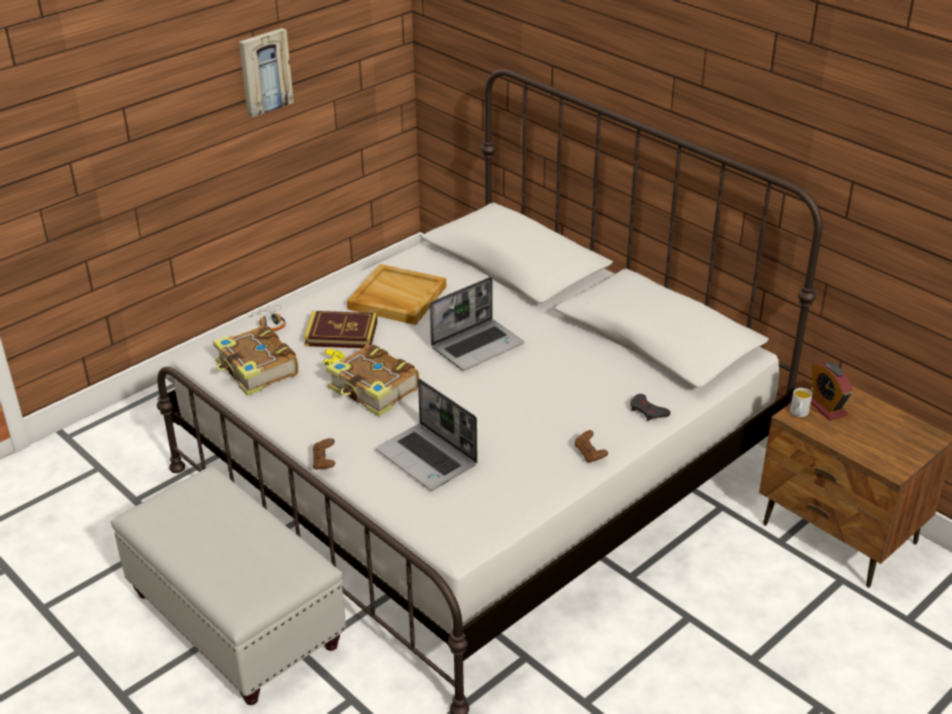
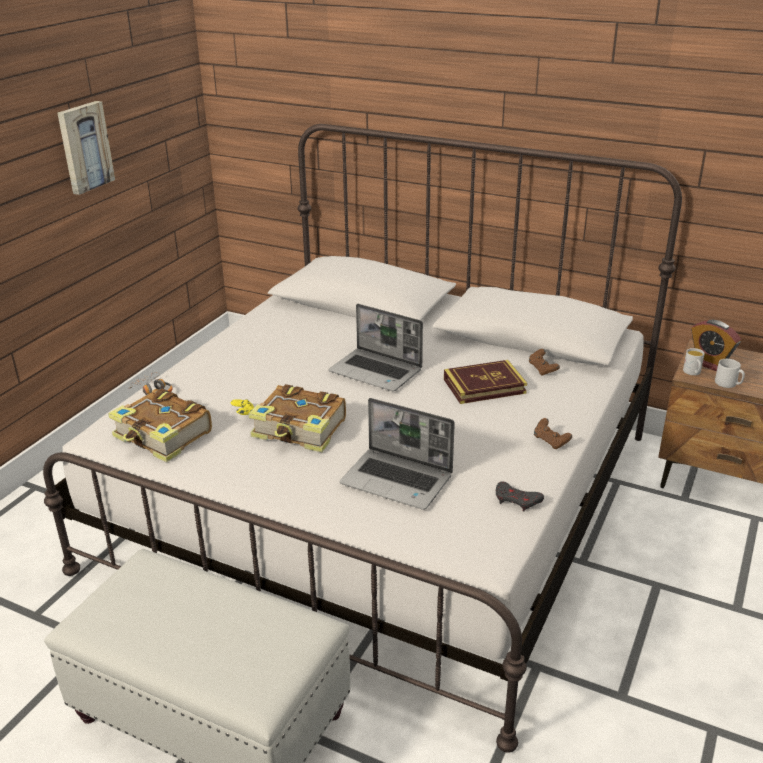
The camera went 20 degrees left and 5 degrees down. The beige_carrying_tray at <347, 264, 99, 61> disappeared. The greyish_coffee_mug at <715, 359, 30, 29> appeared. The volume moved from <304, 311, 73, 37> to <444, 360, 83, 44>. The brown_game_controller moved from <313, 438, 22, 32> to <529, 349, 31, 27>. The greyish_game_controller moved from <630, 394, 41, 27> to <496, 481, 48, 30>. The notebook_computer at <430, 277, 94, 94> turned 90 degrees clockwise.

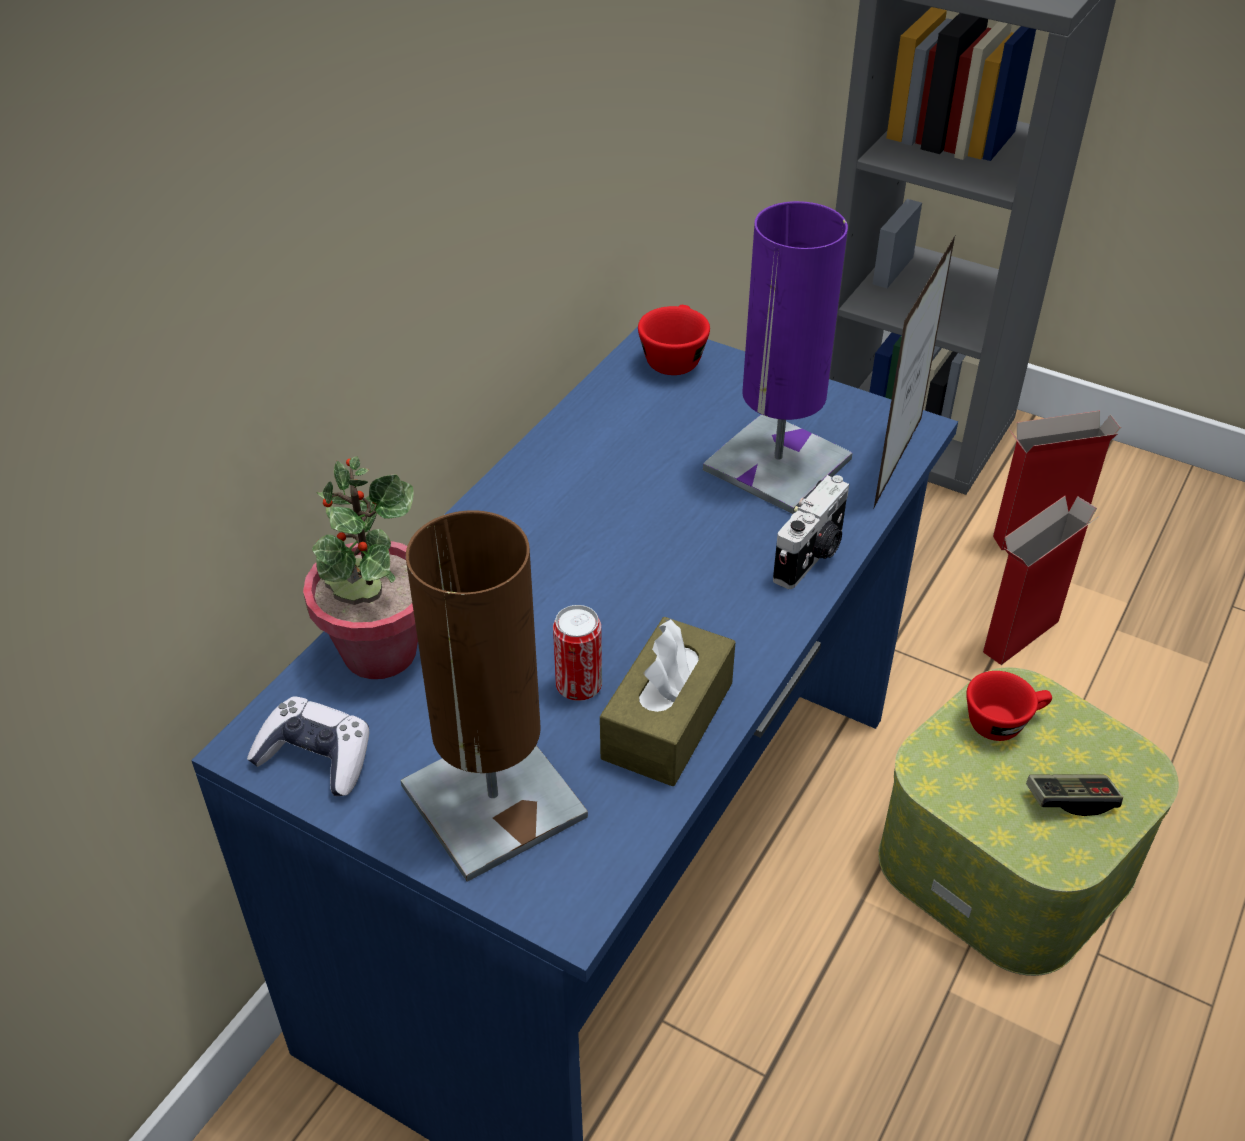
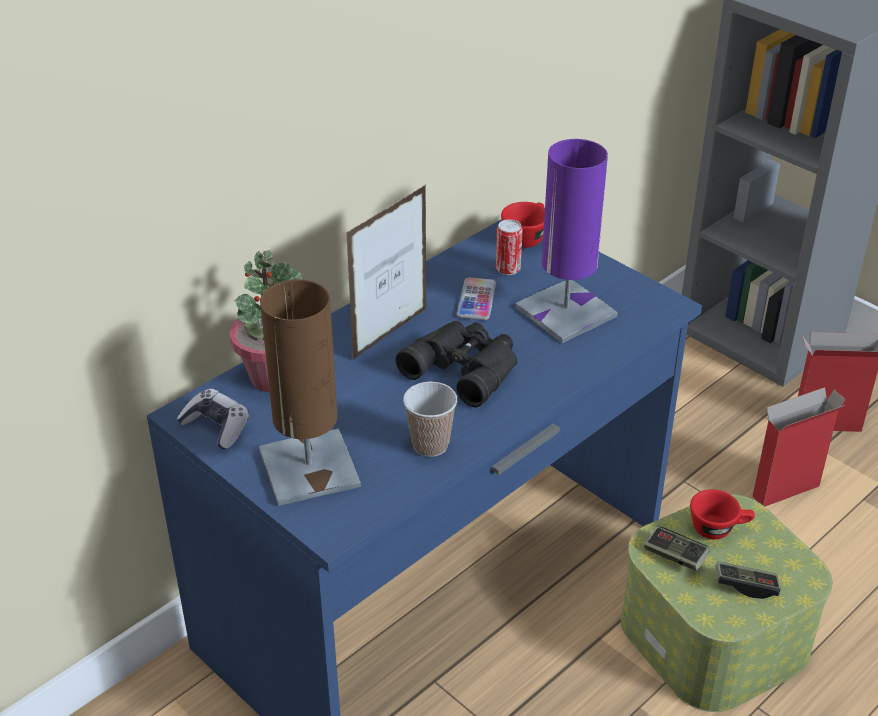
The camera went 15 degrees right and 5 degrees down. The photo_camera at <773, 475, 76, 114> disappeared. The black_binoculars at <396, 321, 121, 86> appeared. The handset at <457, 277, 39, 43> appeared. The game_controller at <644, 526, 66, 45> appeared. The sealed_can moved from <553, 605, 49, 96> to <496, 219, 27, 56>. The picture_frame moved from <874, 234, 82, 273> to <346, 185, 81, 175>. The brown_box_of_tissues at <600, 617, 135, 169> was replaced by the drinking_cup at <403, 382, 54, 75>.

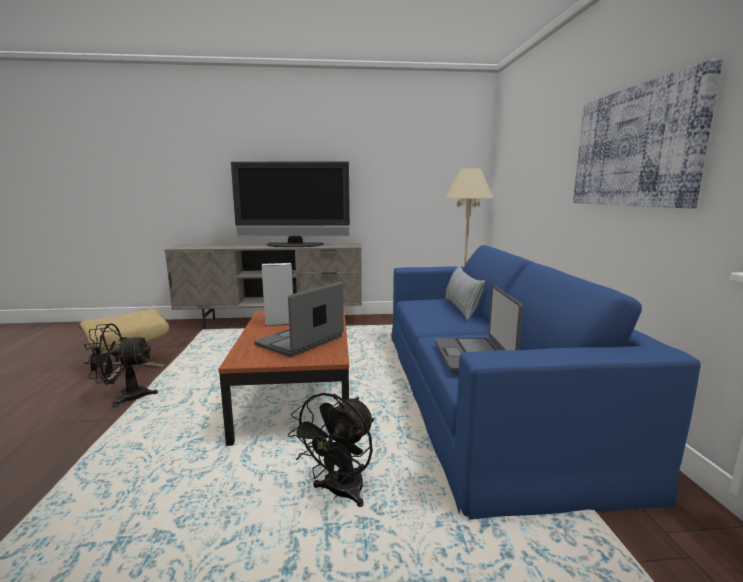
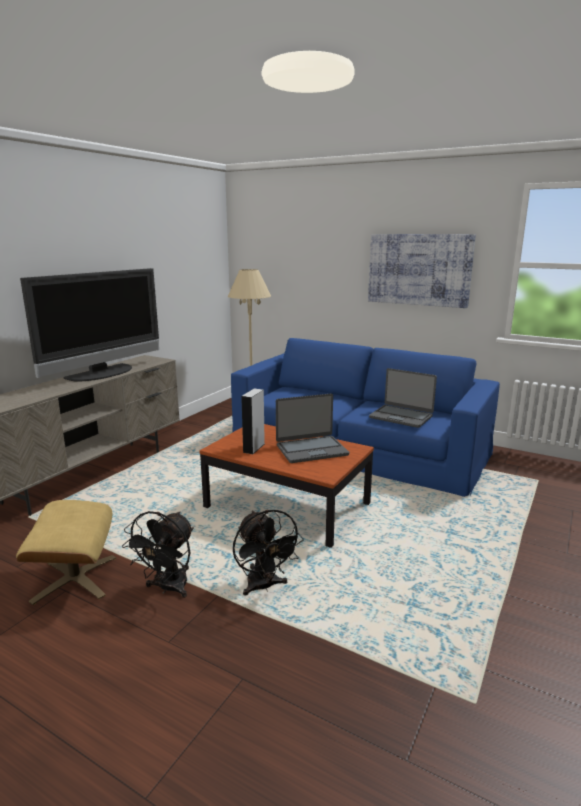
The camera went 55 degrees left and 5 degrees up. The cushion at <445, 265, 40, 56> disappeared. The black_fan moved from <288, 393, 87, 114> to <233, 510, 71, 86>. The notebook_computer at <254, 282, 90, 75> turned 90 degrees counterclockwise.

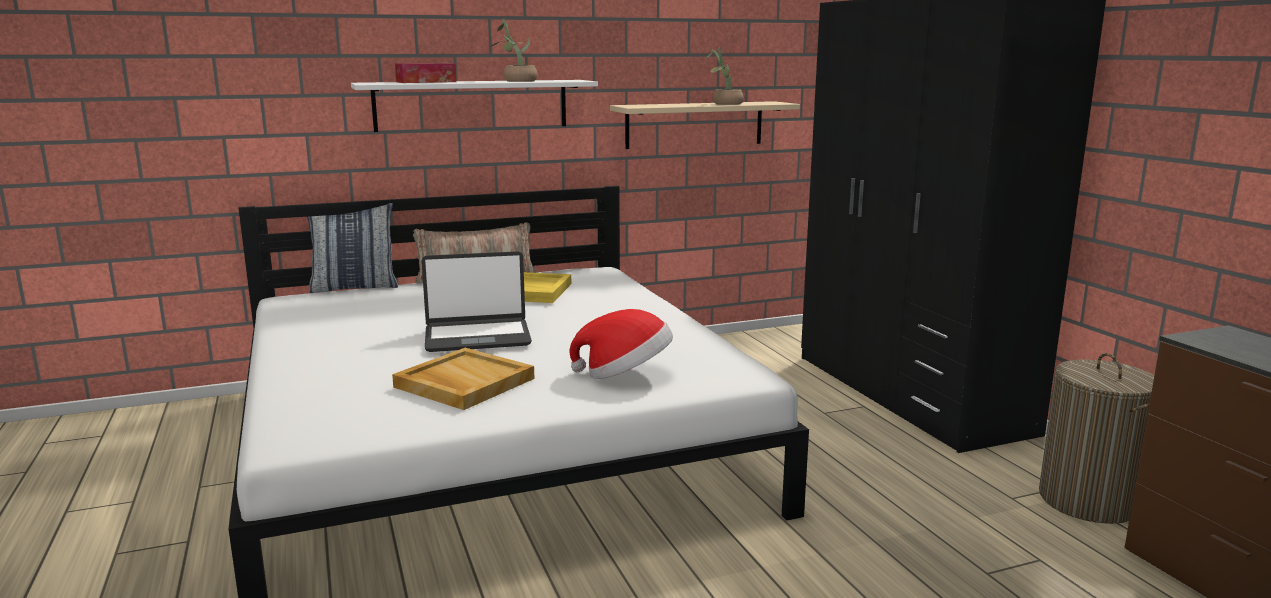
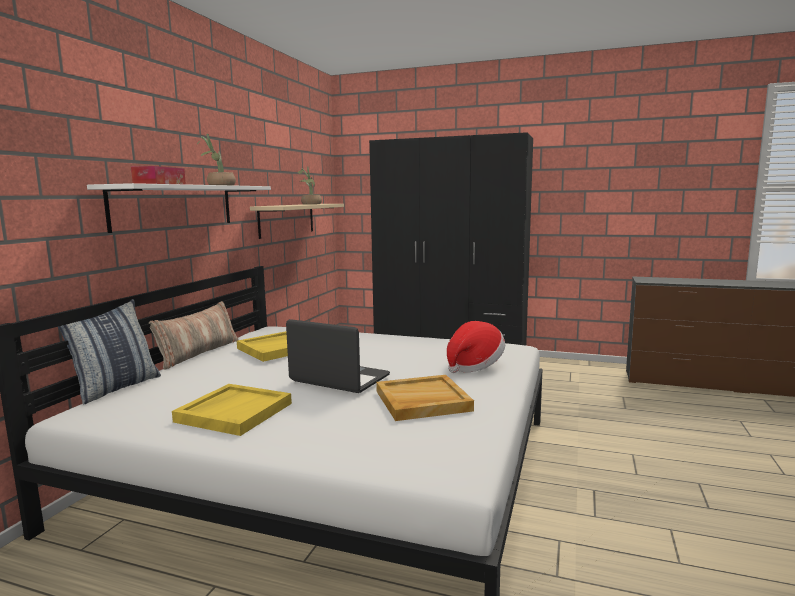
The camera went 50 degrees left and 5 degrees down. The hamper at <1039, 353, 115, 171> disappeared. The yellow-coloured_carrying_tray at <172, 384, 120, 52> appeared. The notebook_computer at <421, 251, 111, 101> turned 90 degrees counterclockwise.

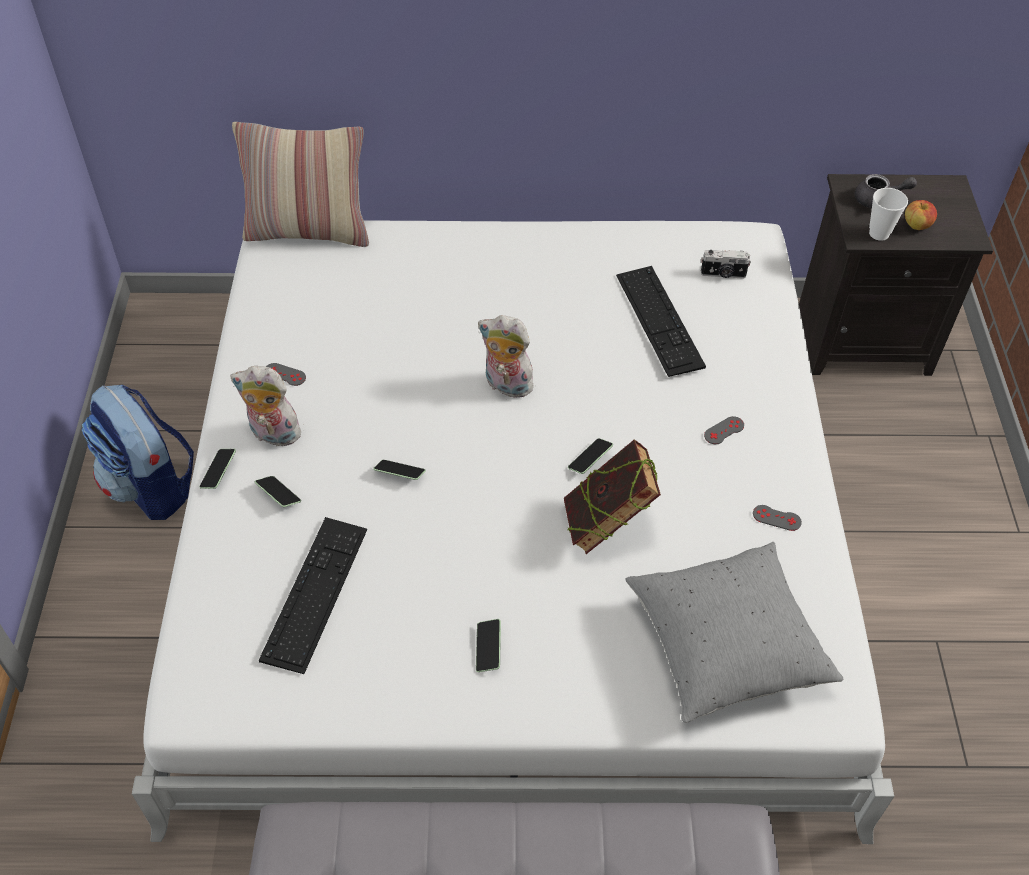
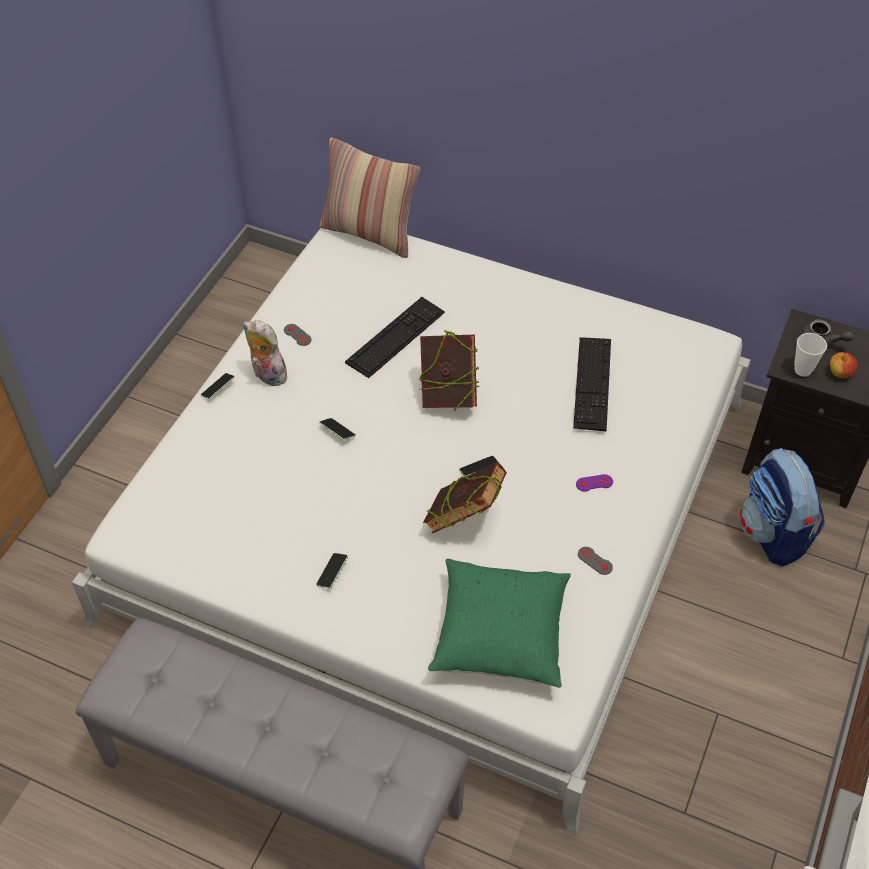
The camera went 25 degrees right and 0 degrees up. The handset at <255, 476, 46, 31> disappeared. The photo_camera at <701, 250, 50, 29> disappeared. The knapsack moved from <82, 385, 112, 135> to <740, 448, 85, 118>. The PC_keyboard moved from <259, 517, 108, 157> to <345, 297, 100, 81>. The plush_toy at <478, 315, 56, 83> was replaced by the volume at <419, 330, 60, 81>. The greyish_cushion at <626, 542, 218, 181> became the green-coloured_cushion at <428, 559, 143, 129>. The greyish_game_controller at <704, 416, 40, 28> became the purple_game_controller at <576, 474, 37, 18>.

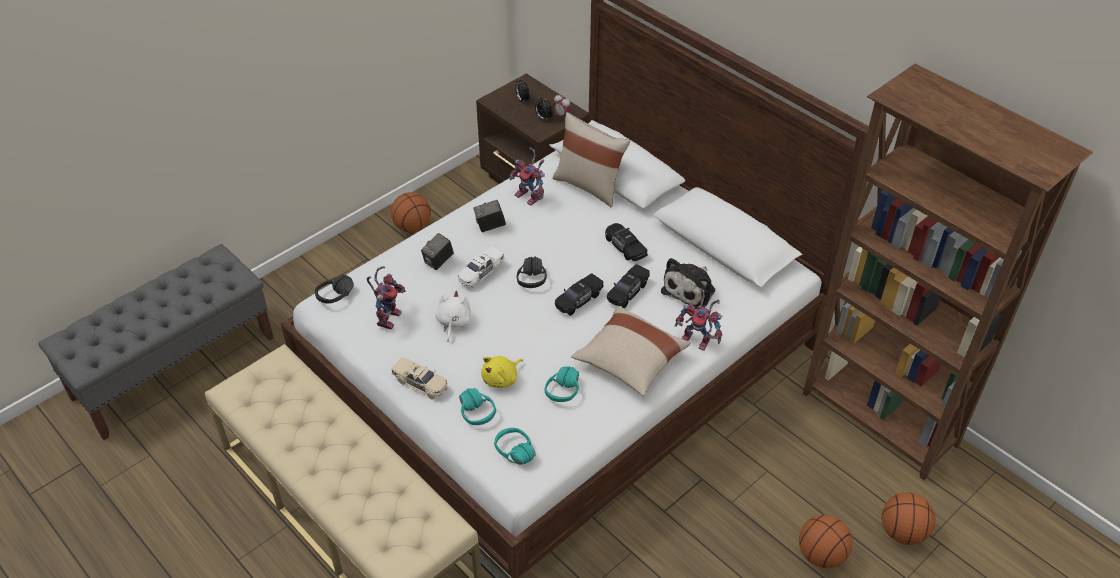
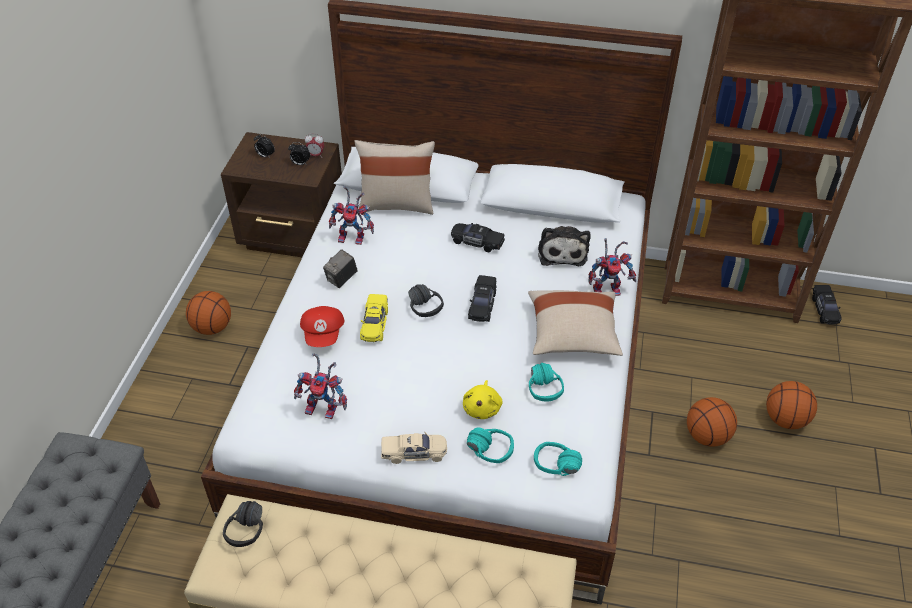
The camera went 35 degrees left and 0 degrees up. The white_plush_toy at <435, 290, 36, 52> disappeared. The black_headphones moved from <315, 275, 39, 29> to <223, 501, 40, 46>. The black_toy_car moved from <607, 264, 43, 44> to <812, 285, 30, 39>. The basketball_ball moved from <881, 492, 54, 53> to <687, 397, 50, 50>. The photo_camera at <421, 233, 33, 37> was replaced by the reddish_baseball_cap at <300, 306, 44, 41>. The white_toy_car at <458, 246, 47, 42> became the yellow-coloured_toy_car at <360, 294, 28, 48>. The robot_figure at <366, 266, 40, 64> turned 120 degrees clockwise.

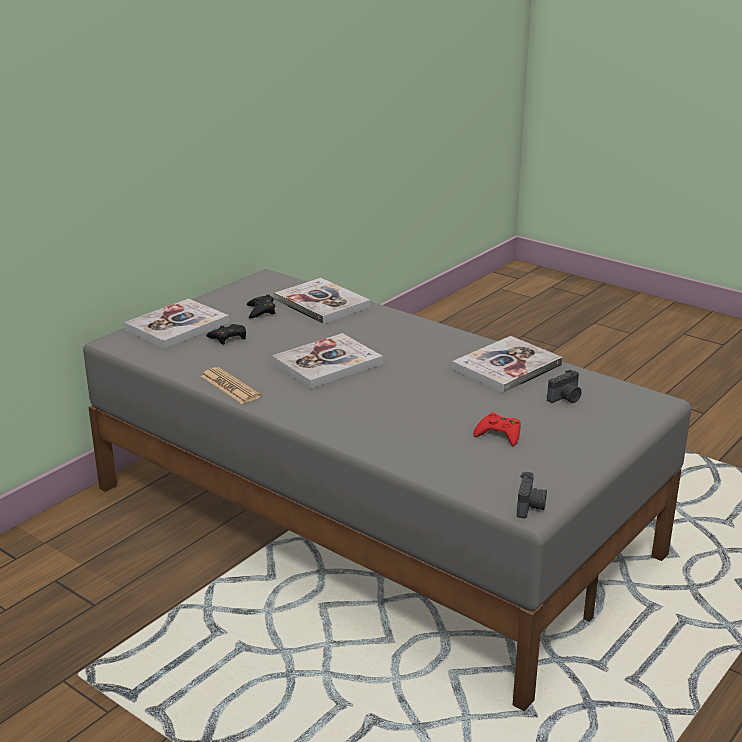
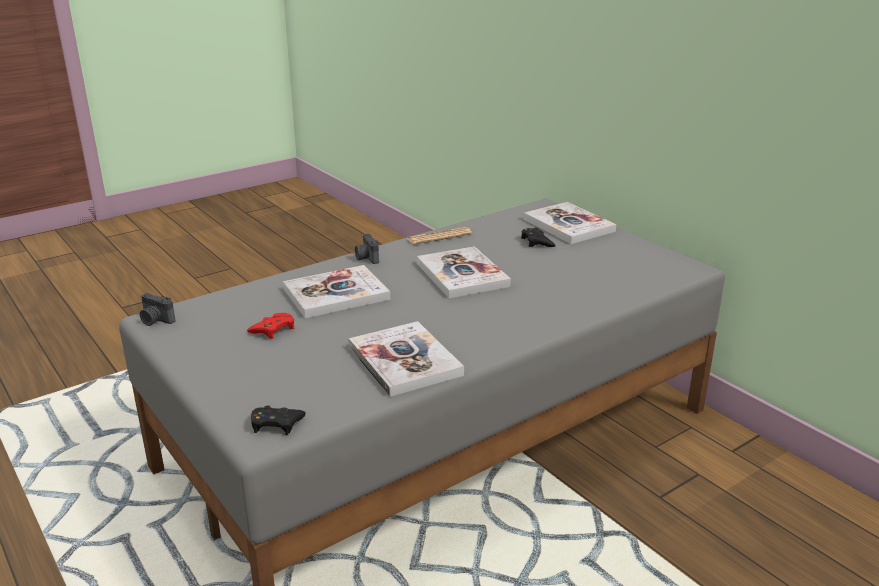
The camera went 105 degrees right and 0 degrees up. The black_game_controller moved from <247, 294, 28, 24> to <251, 405, 55, 30>. The volume moved from <274, 278, 96, 46> to <283, 265, 107, 54>. The photo_camera moved from <547, 369, 35, 34> to <355, 234, 24, 30>.

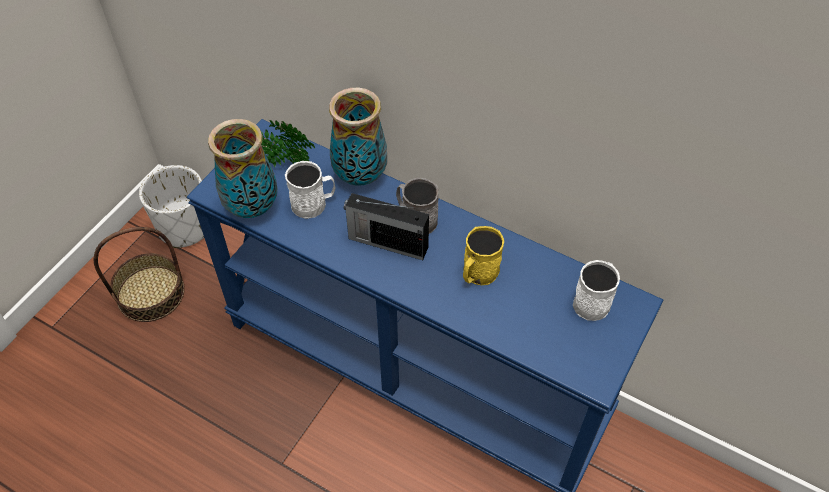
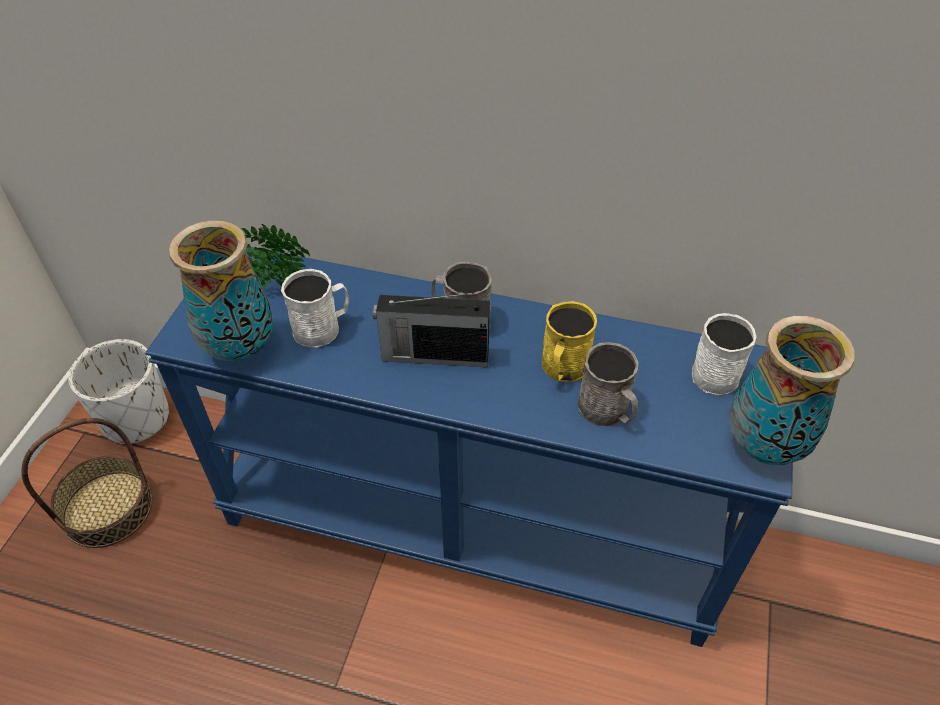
The camera went 15 degrees left and 5 degrees down. The greyish_coffee_mug at <578, 342, 60, 84> appeared. The decorative_vase moved from <329, 88, 58, 98> to <728, 316, 127, 149>.

